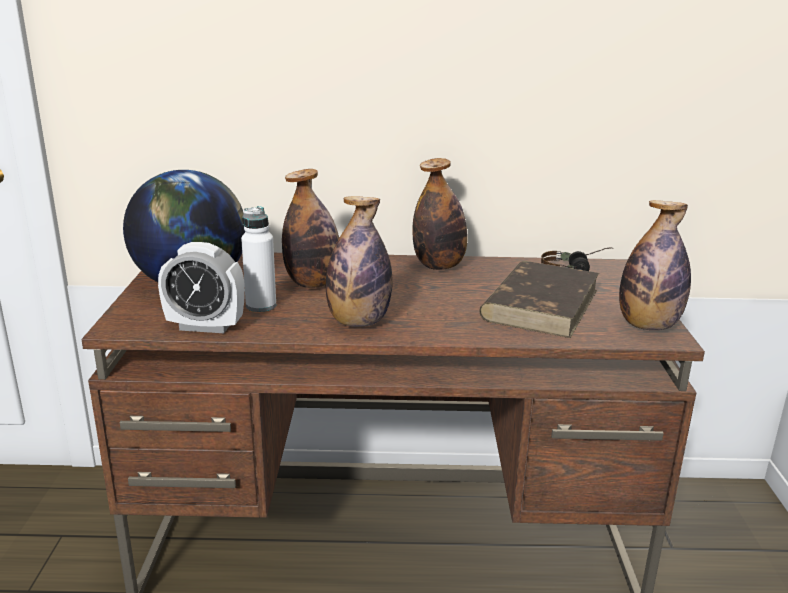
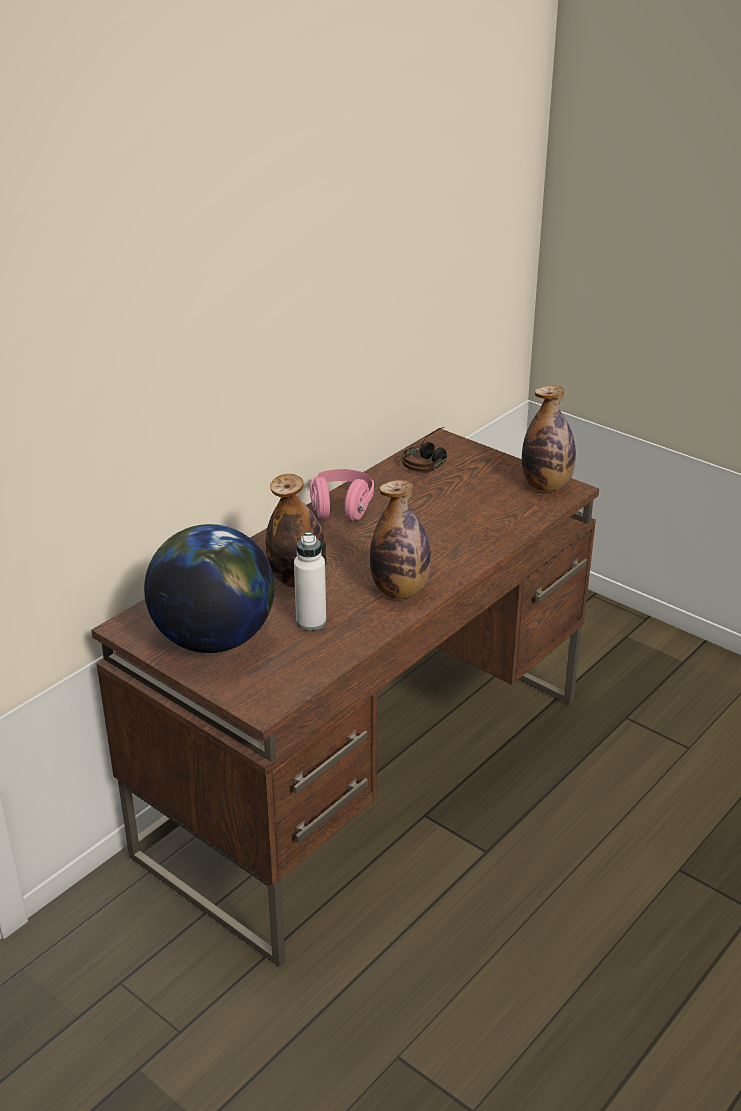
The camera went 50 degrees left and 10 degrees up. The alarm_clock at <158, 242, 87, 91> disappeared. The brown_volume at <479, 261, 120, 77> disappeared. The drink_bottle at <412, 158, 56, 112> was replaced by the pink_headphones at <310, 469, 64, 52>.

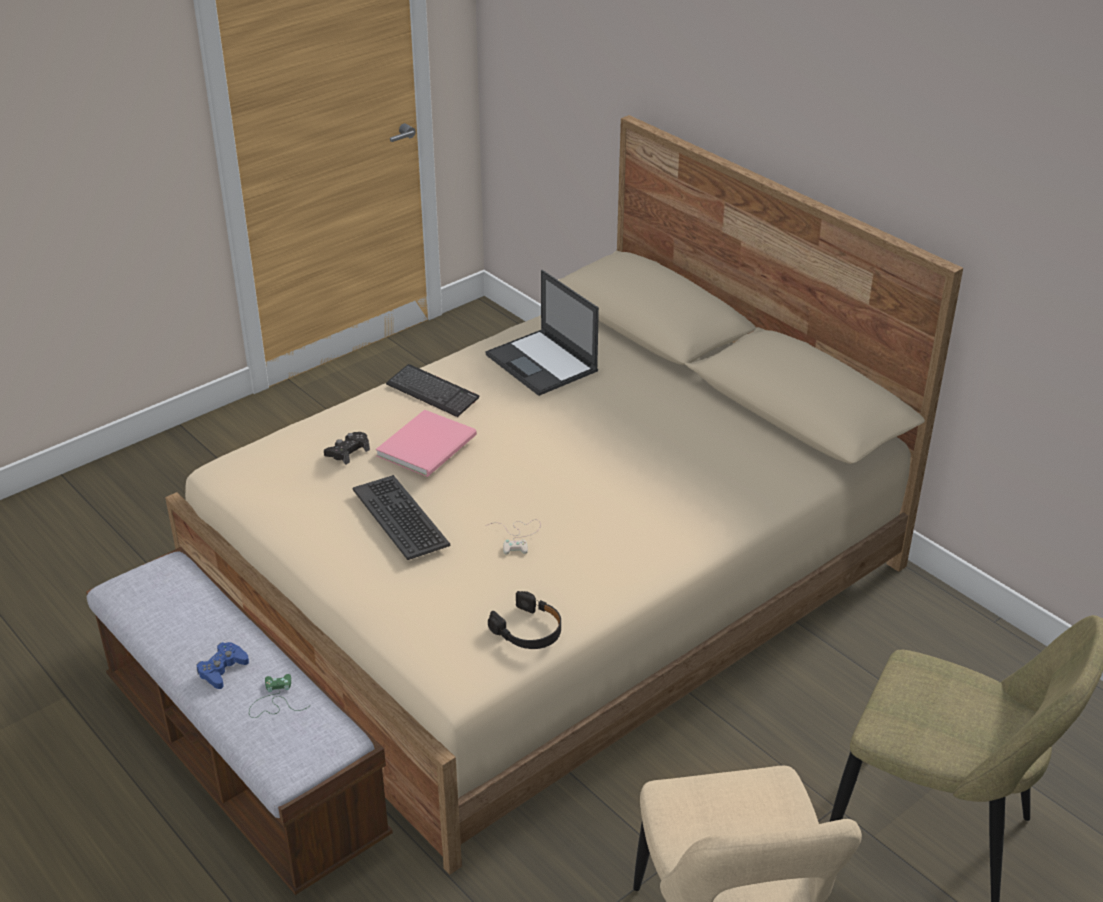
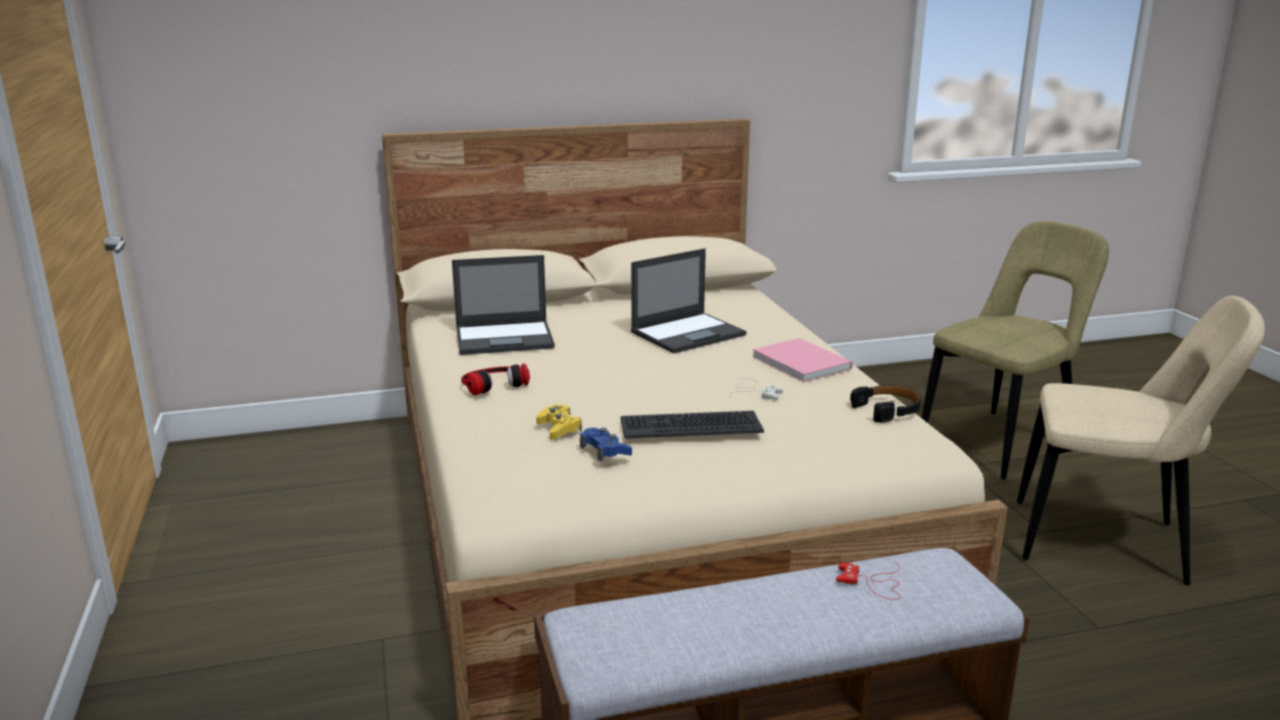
The camera went 65 degrees left and 15 degrees down. The notebook_computer at <631, 248, 115, 106> appeared. The bluish_game_controller moved from <196, 642, 53, 47> to <580, 428, 52, 34>. The pink_volume moved from <376, 410, 101, 67> to <752, 338, 101, 44>. The PC_keyboard at <386, 364, 93, 53> was replaced by the headphones at <461, 363, 69, 32>. The green-coloured_game_controller at <249, 674, 59, 44> became the reddish_game_controller at <836, 561, 64, 39>. The black_game_controller at <324, 432, 46, 33> became the yellow-coloured_game_controller at <536, 404, 46, 36>.

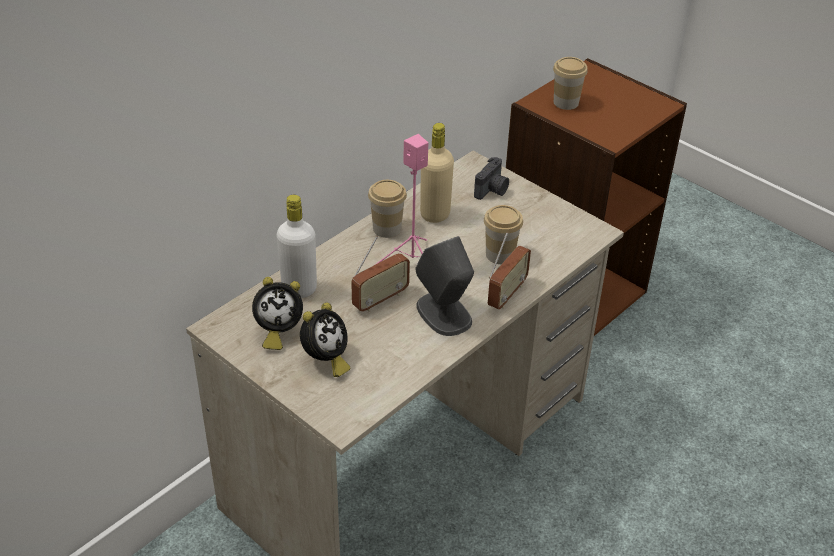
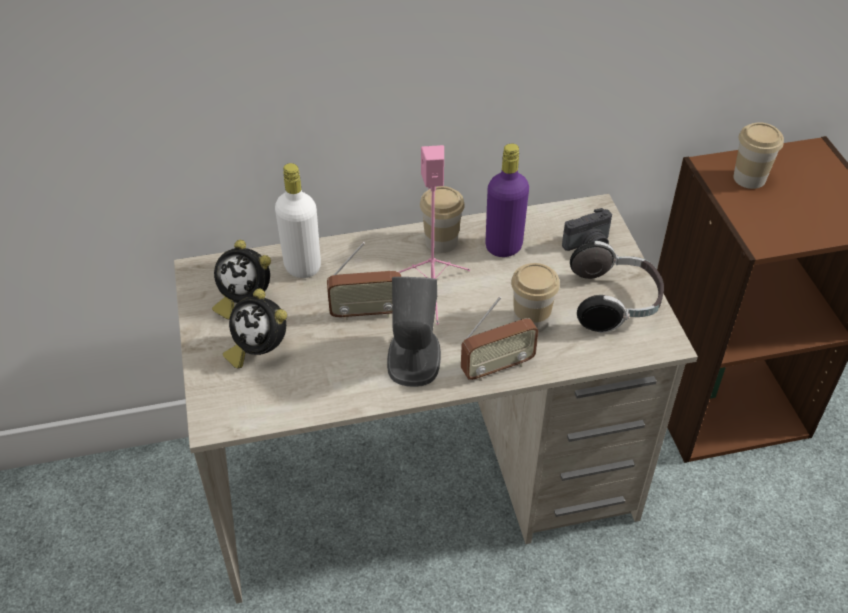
The camera went 35 degrees right and 5 degrees up. The headphones at <570, 241, 94, 92> appeared. The beige_drink_bottle at <420, 123, 34, 100> became the purple_drink_bottle at <485, 144, 44, 113>. The alarm_clock at <300, 302, 50, 75> turned 60 degrees clockwise.

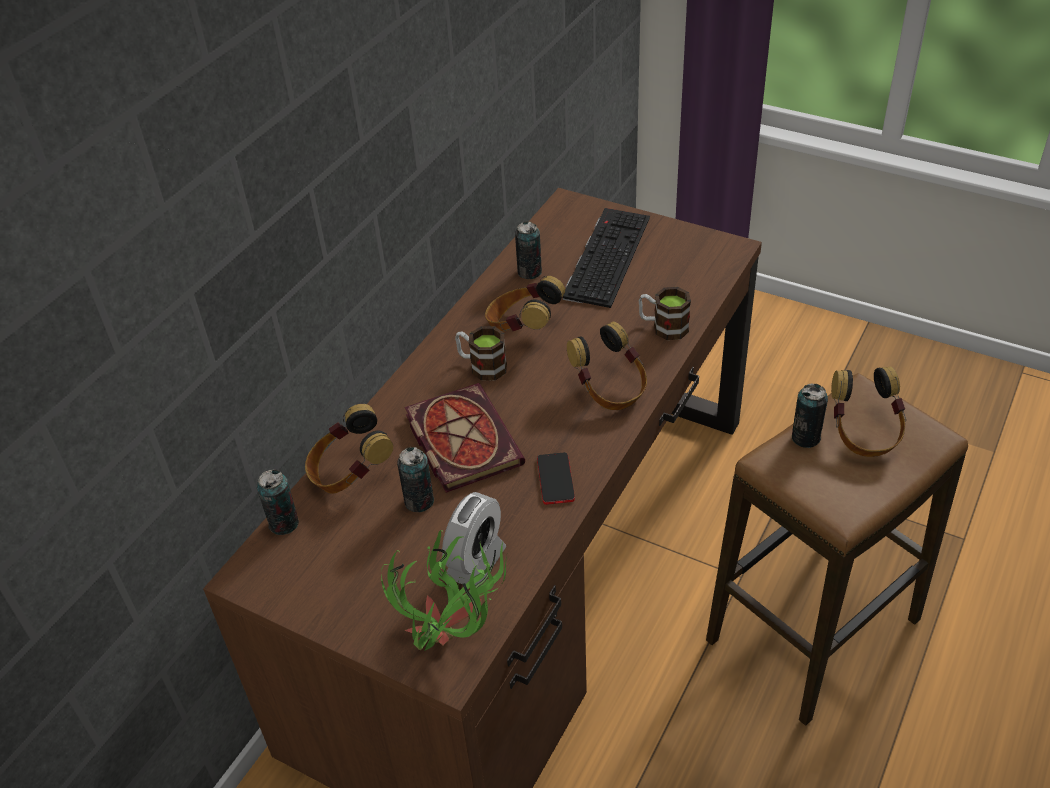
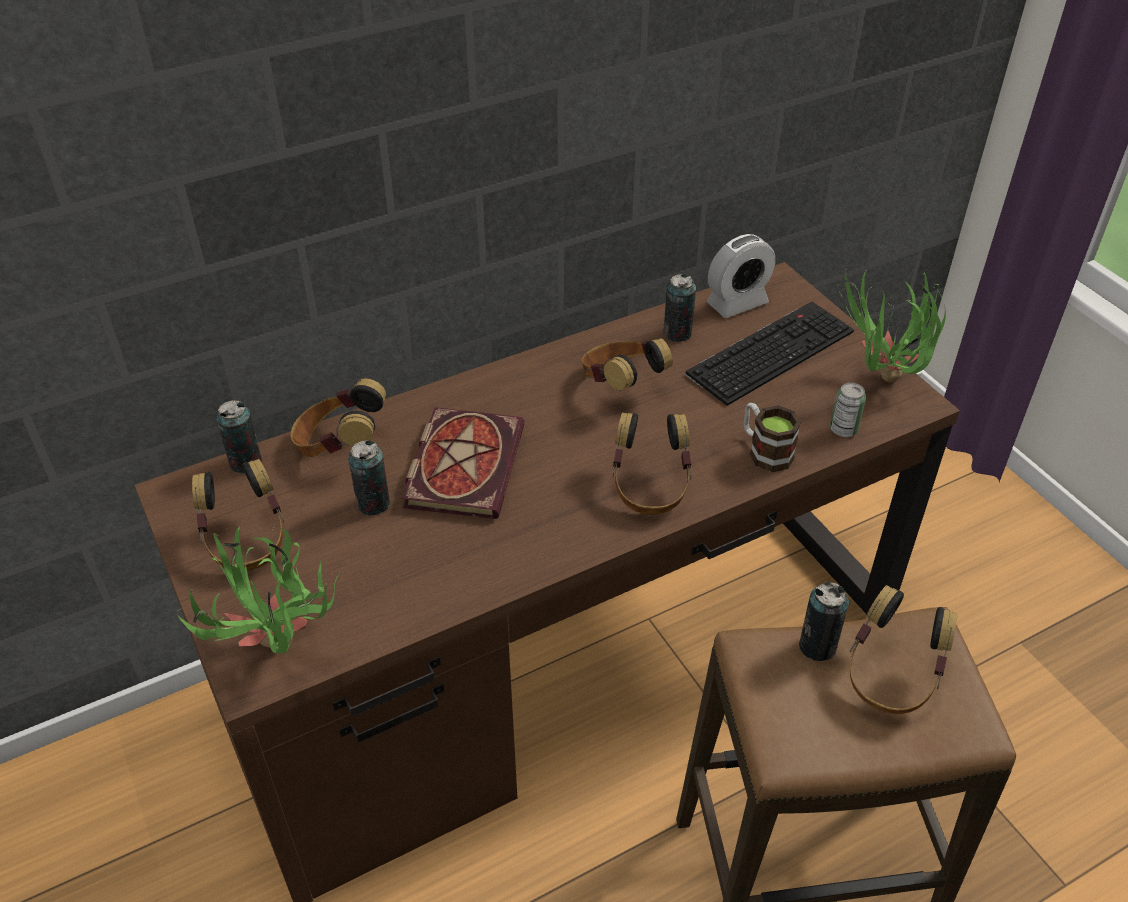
The camera went 30 degrees right and 0 degrees up. The coffee_mug at <455, 326, 52, 54> disappeared. The handset at <537, 452, 38, 53> disappeared. The headphones at <192, 459, 92, 112> appeared. The sealed_can at <830, 382, 36, 55> appeared. The potted_plant at <840, 270, 106, 112> appeared. The alarm_clock moved from <442, 492, 64, 94> to <706, 234, 69, 84>.

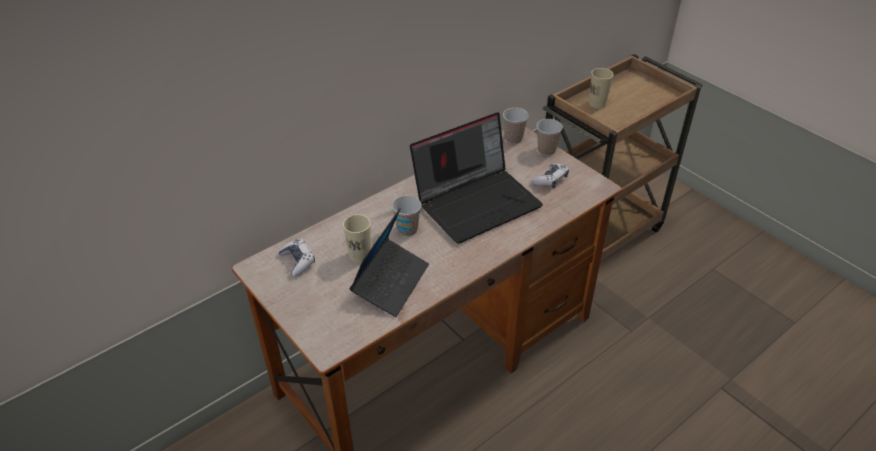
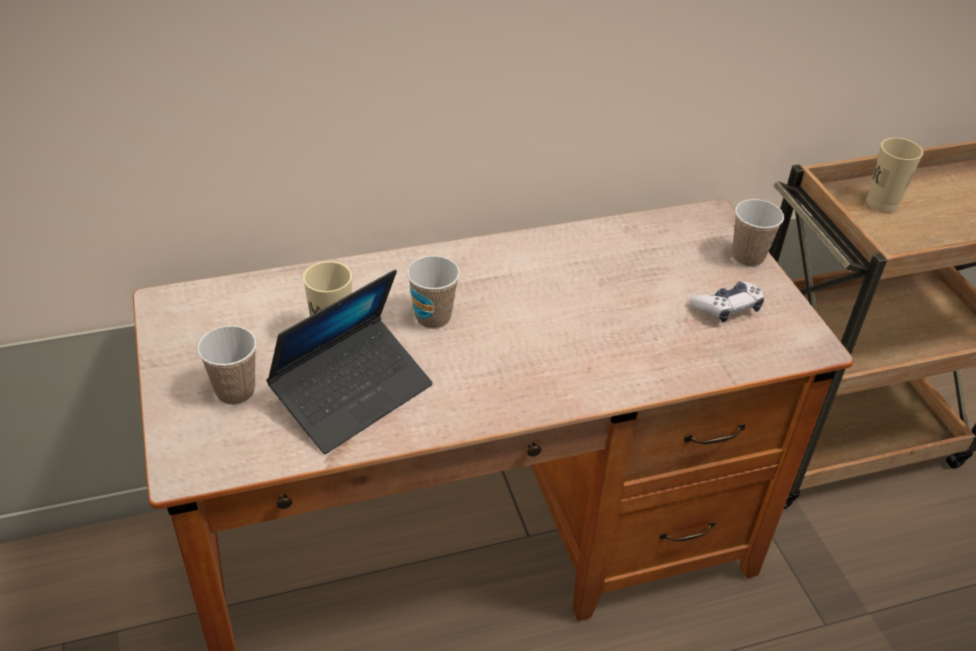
The camera went 20 degrees right and 0 degrees up. The game_controller at <279, 239, 36, 38> disappeared. The notebook_computer at <410, 112, 133, 132> disappeared. The drinking_cup moved from <503, 108, 25, 36> to <197, 325, 60, 80>.

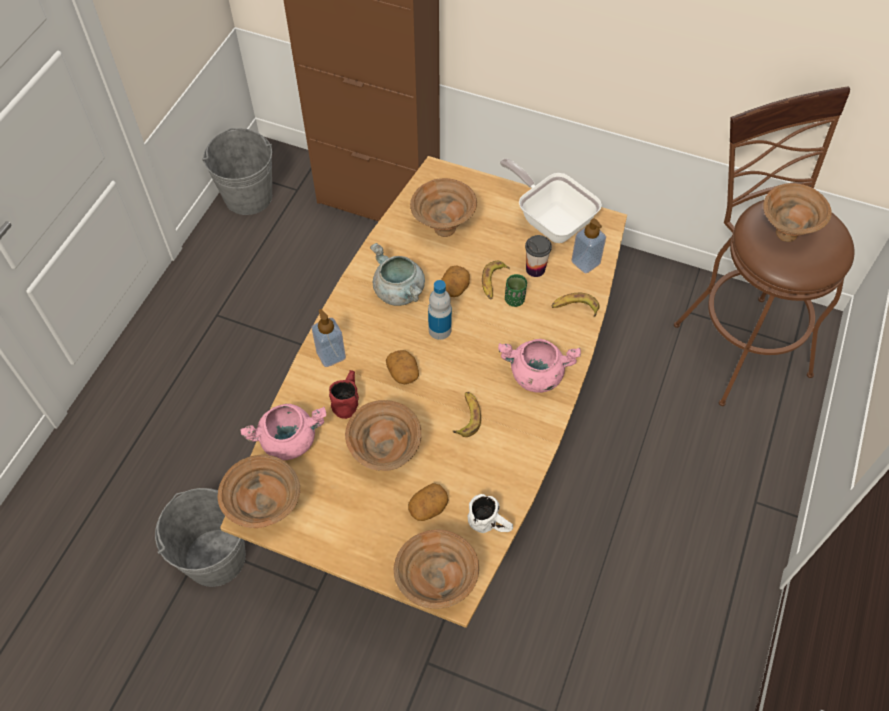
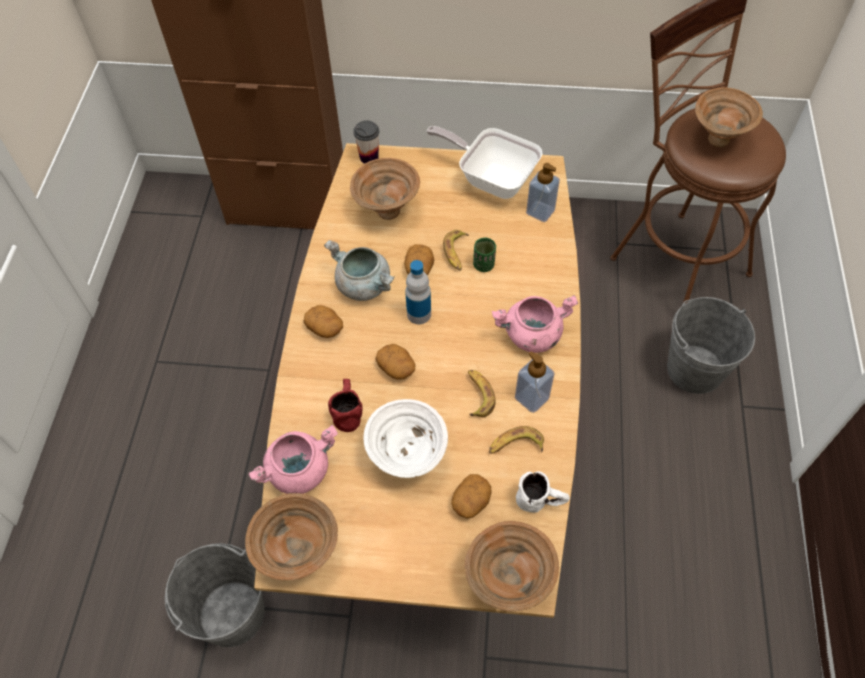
The camera went 15 degrees left and 0 degrees up. The potato at <303, 305, 40, 33> appeared. The greyish_bucket moved from <202, 128, 70, 87> to <667, 297, 88, 97>. The liquid_soap_bottle moved from <312, 309, 34, 58> to <515, 351, 40, 62>. The drinking_cup moved from <525, 235, 27, 42> to <353, 120, 26, 44>. The banana moved from <552, 293, 48, 24> to <489, 426, 55, 28>. The brown_deep_dish at <345, 400, 77, 71> became the white_deep_dish at <364, 399, 84, 79>.

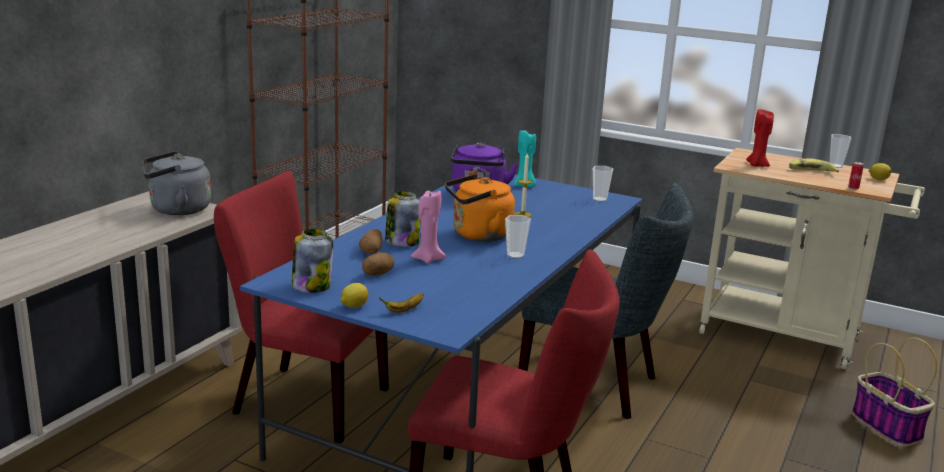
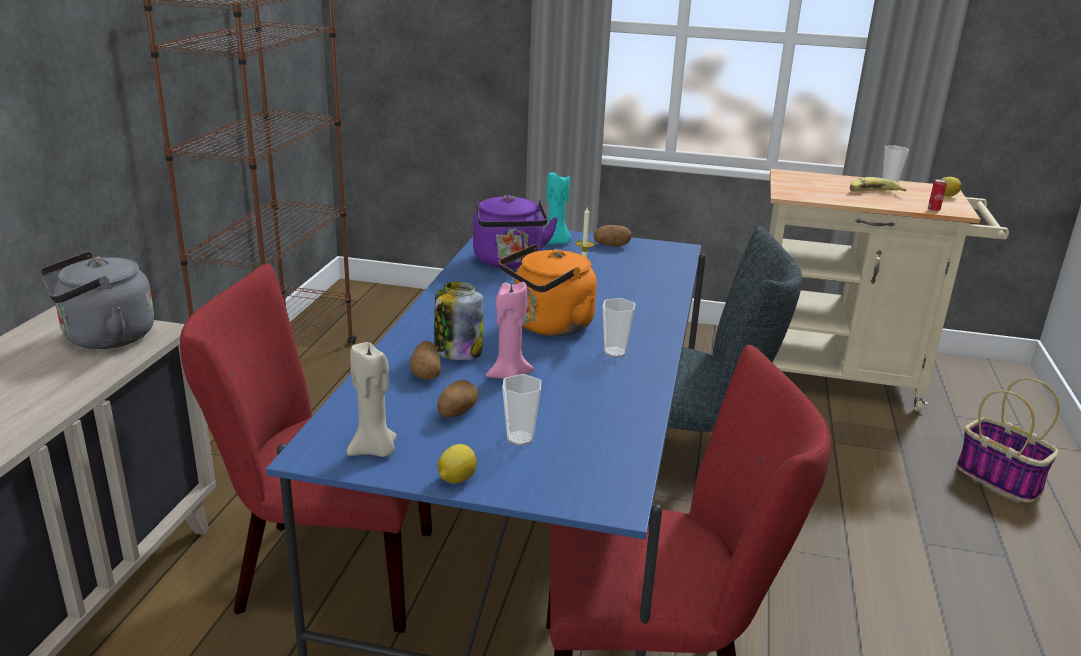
The camera went 15 degrees left and 5 degrees up. The banana at <379, 293, 45, 20> disappeared. The reddish_wax_light at <746, 109, 28, 58> disappeared. The potato at <594, 225, 37, 22> appeared. The drinking_cup moved from <593, 166, 20, 36> to <502, 374, 39, 72>. The jar at <292, 228, 41, 65> was replaced by the beige_wax_light at <347, 342, 50, 115>.

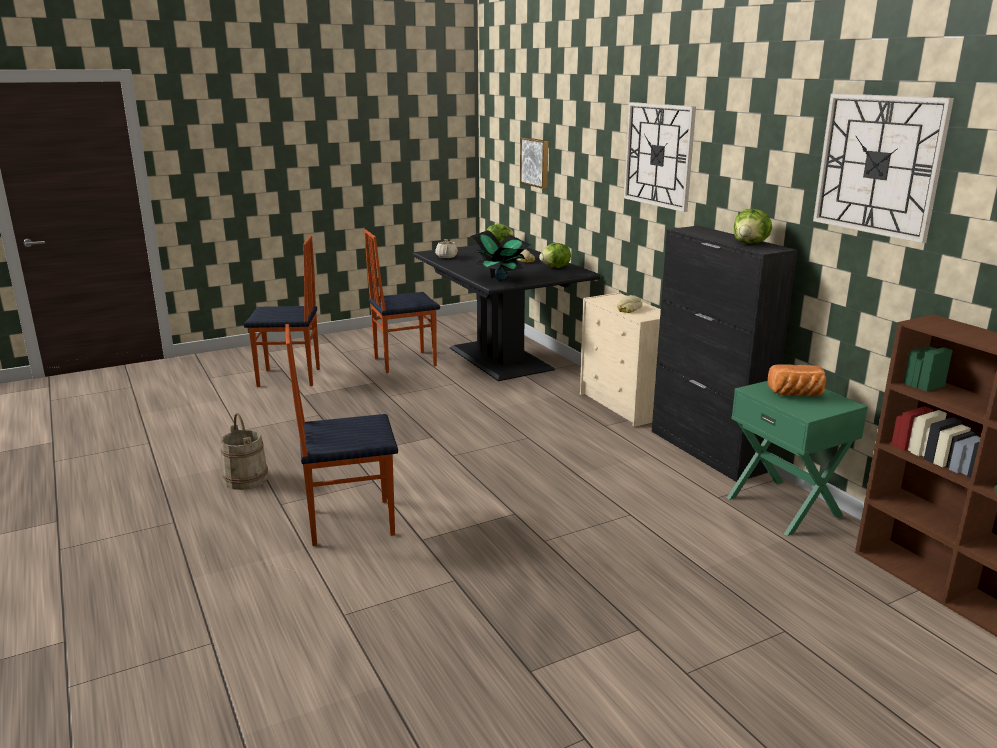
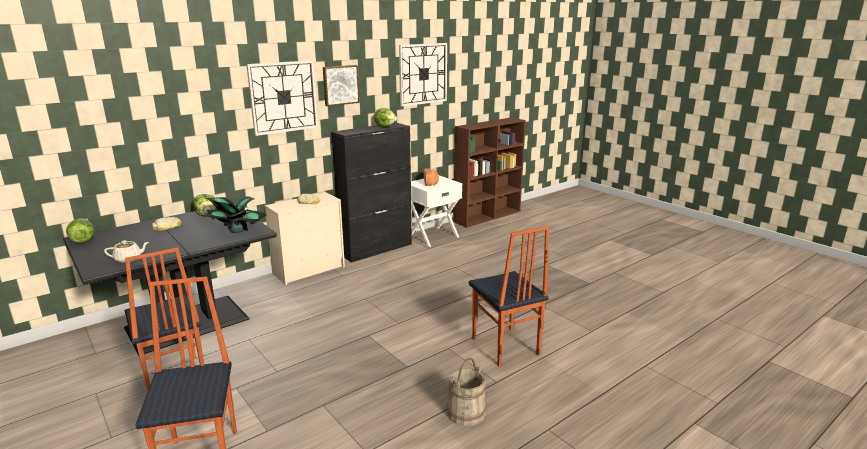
The camera went 100 degrees left and 0 degrees up. The picture moved from <520, 137, 28, 52> to <323, 65, 37, 41>. The green-coloured_nightstand at <727, 381, 141, 155> became the white_nightstand at <411, 175, 51, 72>.

